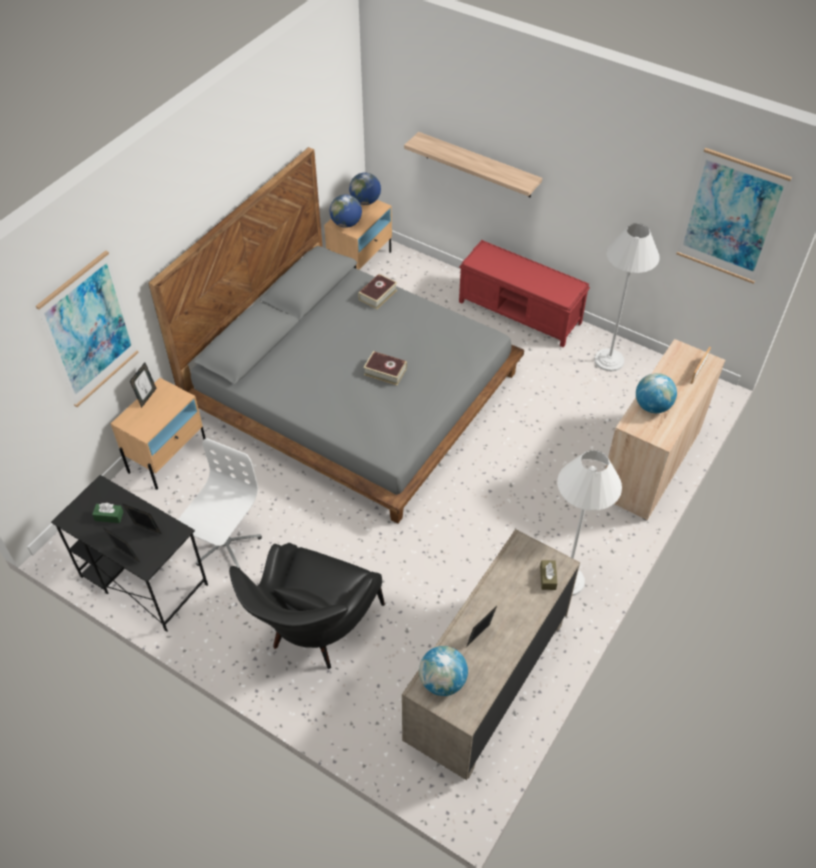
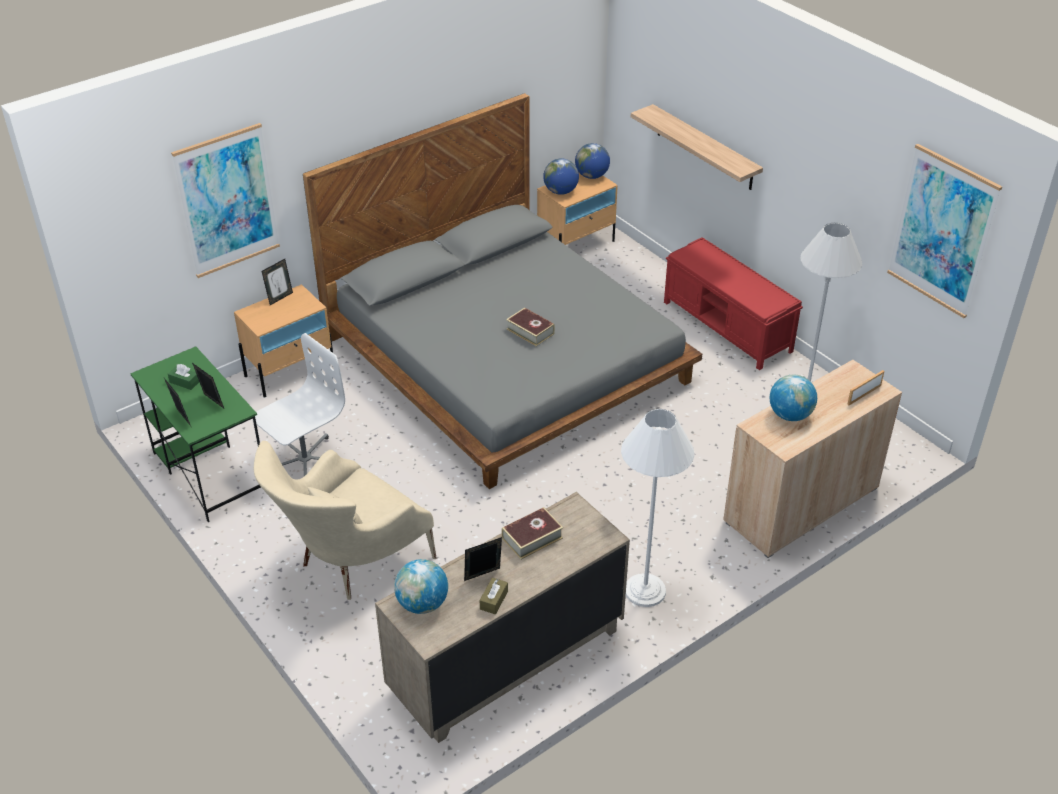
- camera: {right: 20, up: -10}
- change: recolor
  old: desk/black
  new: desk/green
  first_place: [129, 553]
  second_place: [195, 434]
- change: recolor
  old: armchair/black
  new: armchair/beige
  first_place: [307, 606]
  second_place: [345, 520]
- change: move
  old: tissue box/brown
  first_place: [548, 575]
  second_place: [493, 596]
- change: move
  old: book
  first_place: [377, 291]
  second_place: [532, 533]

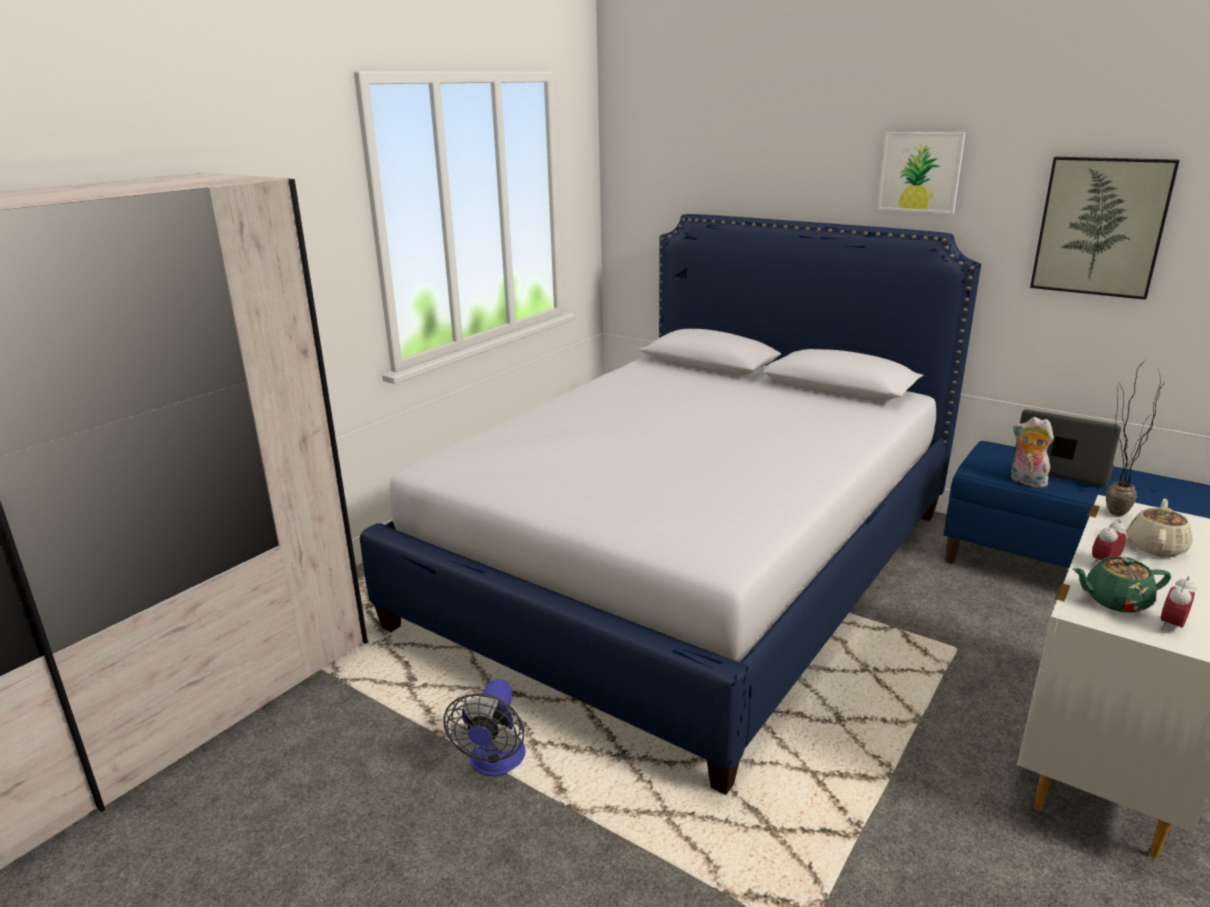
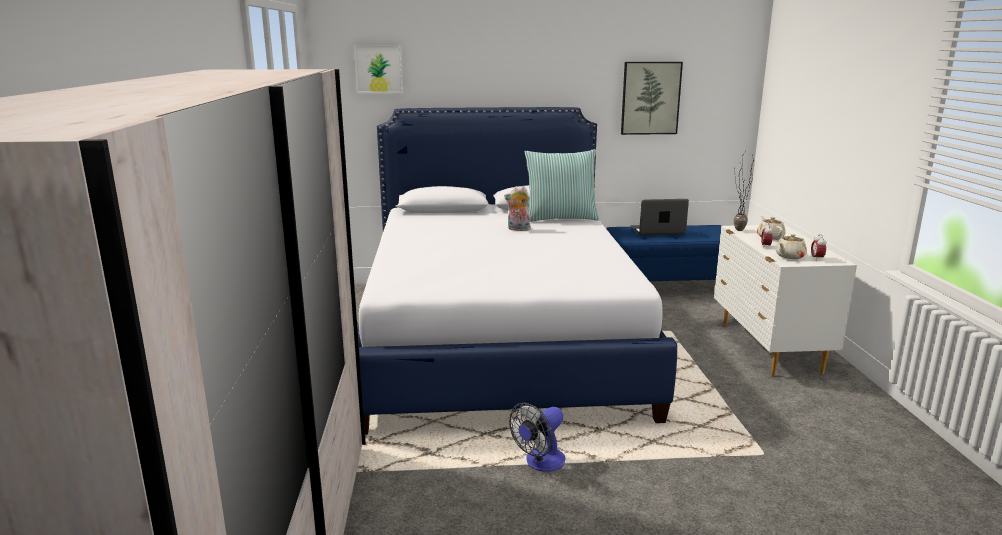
- camera: {right: -40, up: -5}
- change: move
  old: picture
  first_place: [921, 173]
  second_place: [378, 69]
- change: move
  old: plush toy
  first_place: [1032, 452]
  second_place: [517, 208]
- change: rotate
  old: fan
  first_place: [484, 727]
  second_place: [537, 437]
  degrees: 75
- change: insert
  new: pillow
  second_place: [562, 185]
- change: recolor
  old: teapot/green
  new: teapot/beige
  first_place: [1121, 585]
  second_place: [791, 246]

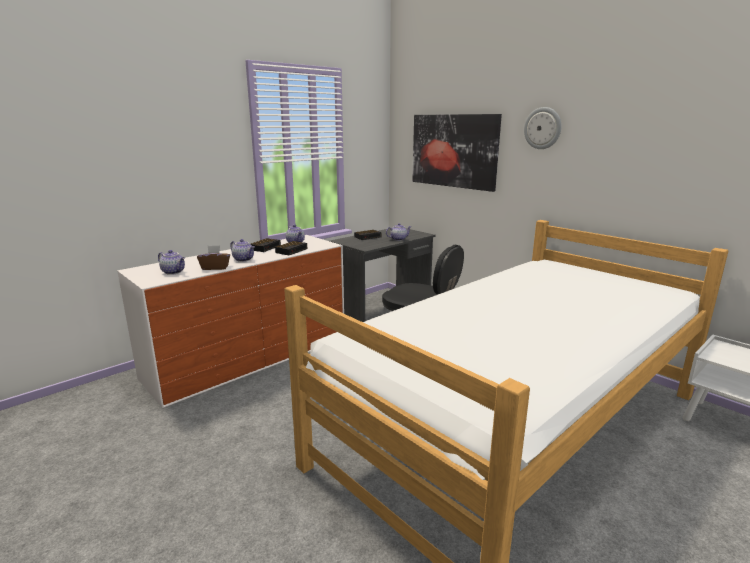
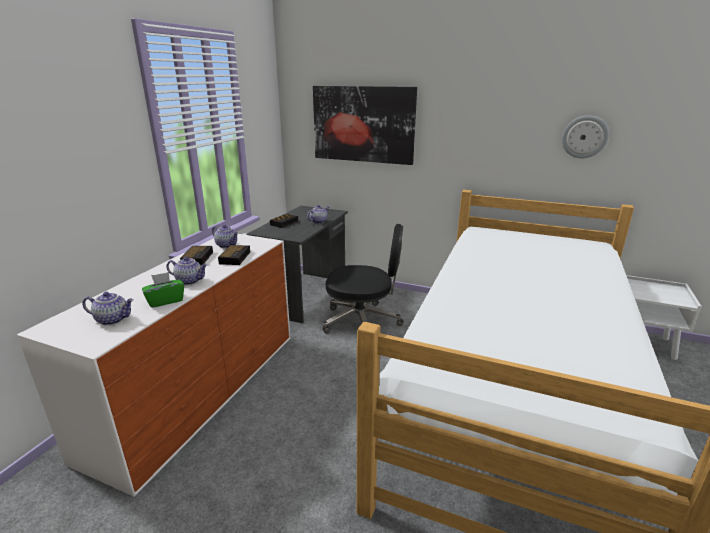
- camera: {right: -25, up: 5}
- change: recolor
  old: tissue box/brown
  new: tissue box/green
  first_place: [213, 257]
  second_place: [163, 290]
- change: move
  old: wall clock
  first_place: [543, 128]
  second_place: [585, 136]

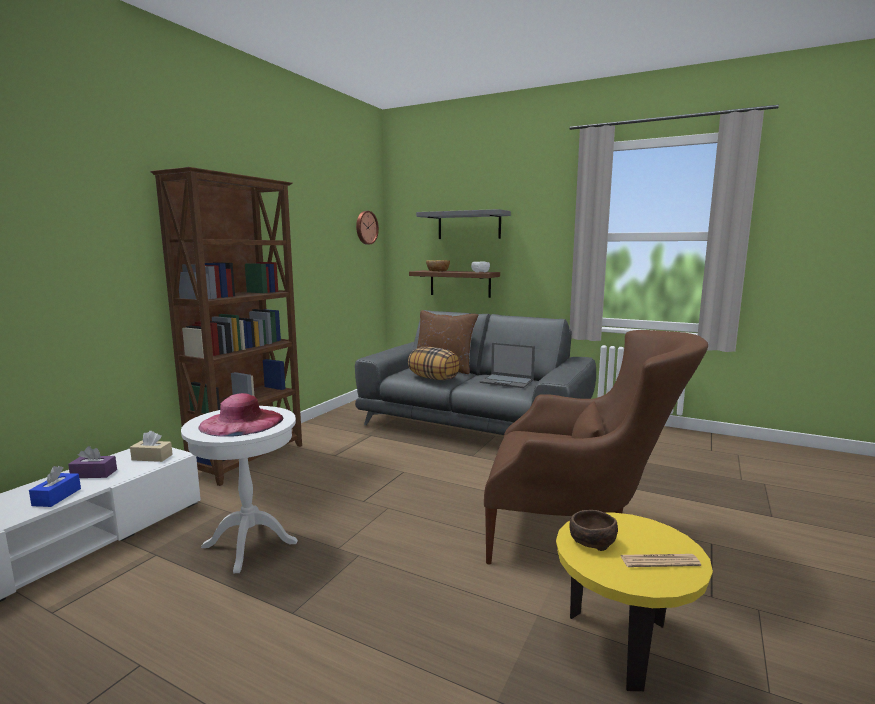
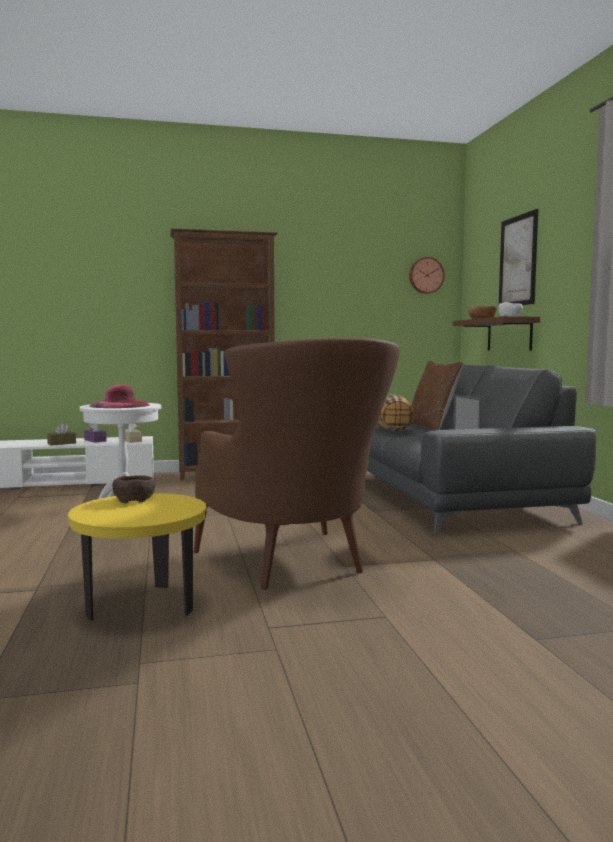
- camera: {right: 50, up: -5}
- change: recolor
  old: tissue box/blue
  new: tissue box/brown
  first_place: [55, 486]
  second_place: [61, 434]
- change: replace
  old: shelf/grey
  new: picture
  first_place: [463, 224]
  second_place: [518, 258]
- change: delete
  old: newspaper
  first_place: [660, 560]

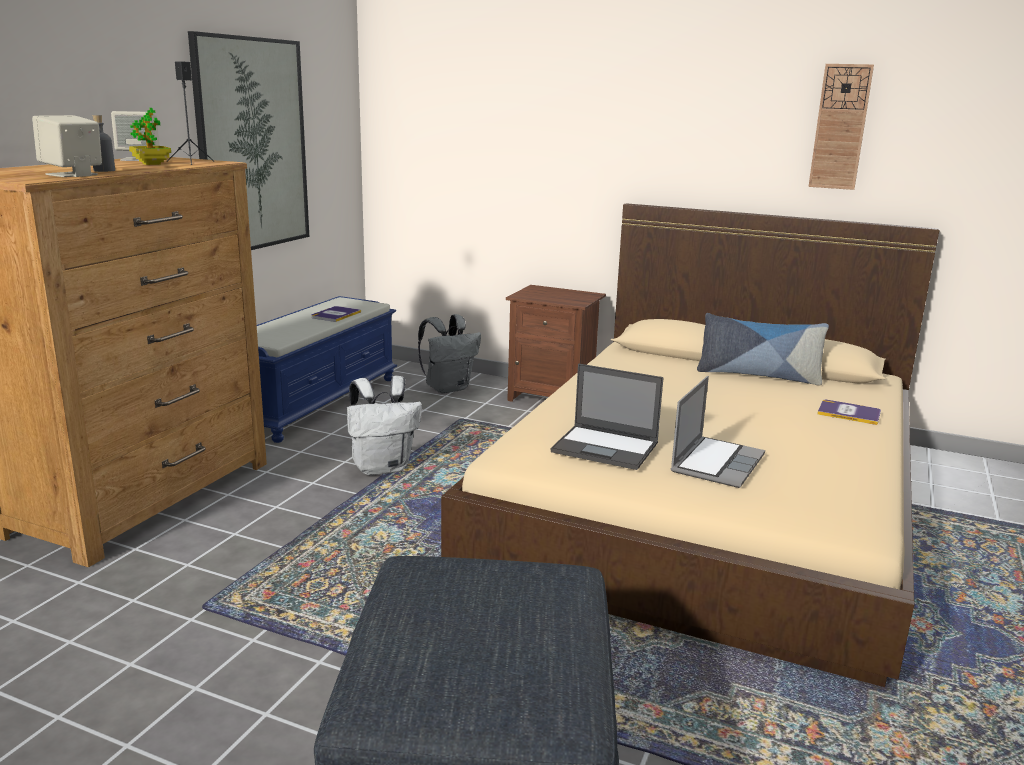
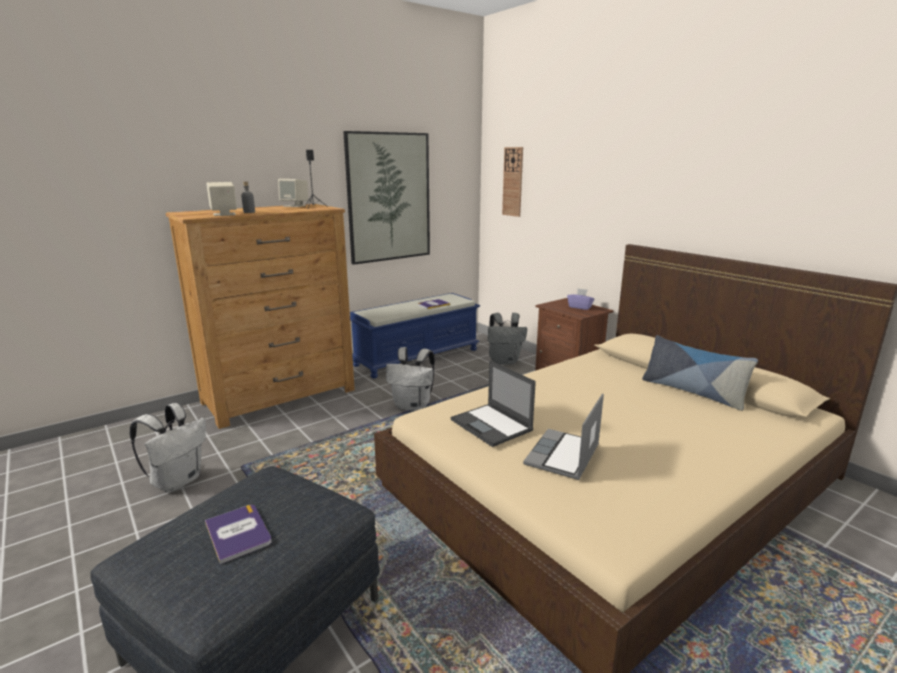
- camera: {right: 30, up: 0}
- change: insert
  new: backpack/white
  second_place: [168, 447]
- change: move
  old: book
  first_place: [849, 412]
  second_place: [238, 534]
- change: move
  old: wall clock
  first_place: [841, 127]
  second_place: [512, 182]
- change: rotate
  old: laptop
  first_place: [718, 432]
  second_place: [563, 437]
  degrees: 150
- change: insert
  new: tissue box/purple
  second_place: [580, 299]
- change: delete
  old: potted plant
  first_place: [150, 136]

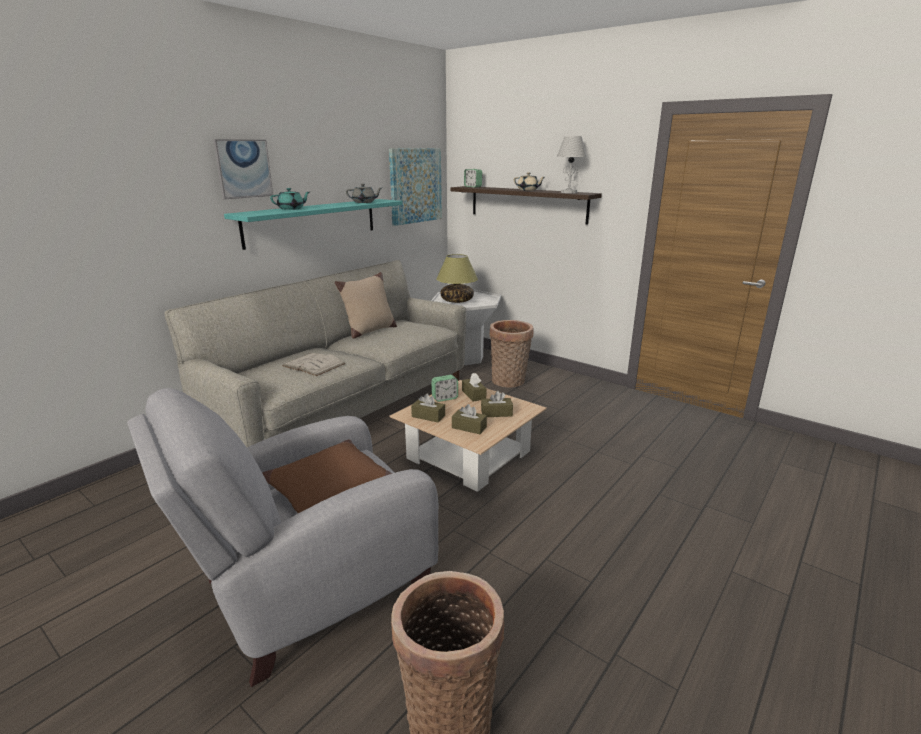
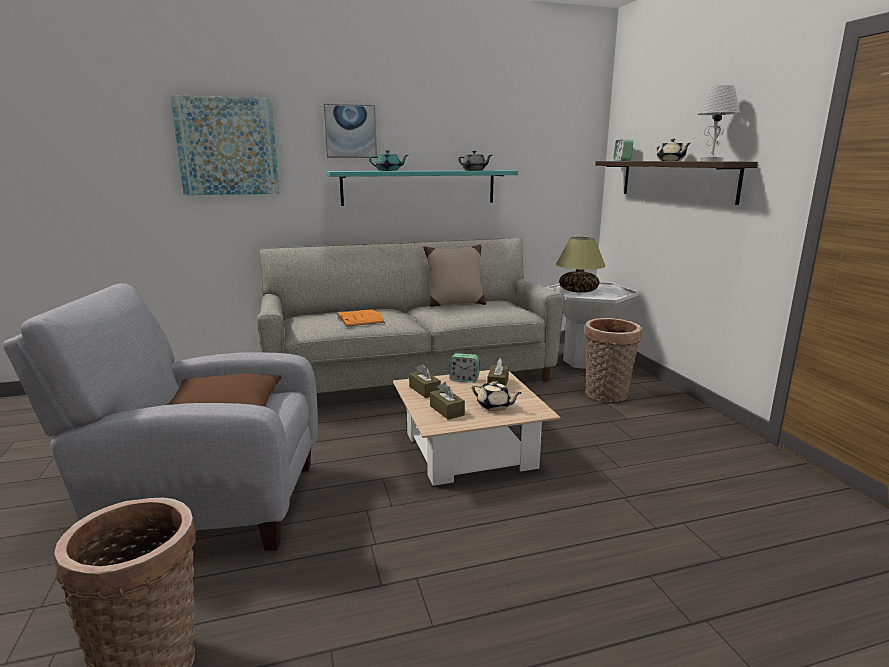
- camera: {right: 35, up: -5}
- change: move
  old: picture
  first_place: [415, 187]
  second_place: [225, 145]
- change: recolor
  old: book/white
  new: book/orange
  first_place: [313, 364]
  second_place: [360, 318]
- change: replace
  old: tissue box/brown
  new: teapot/beige
  first_place: [497, 404]
  second_place: [497, 396]

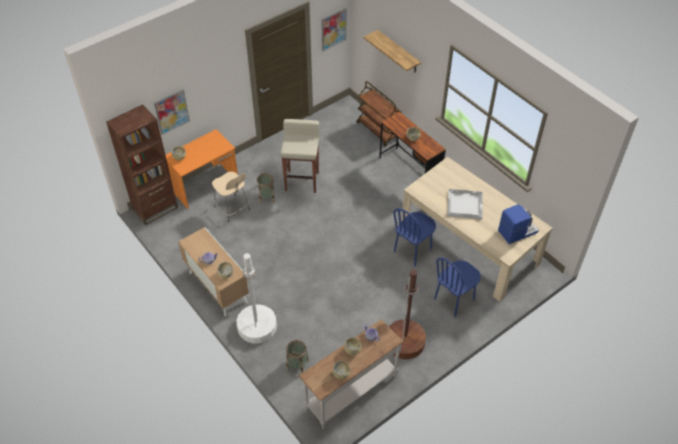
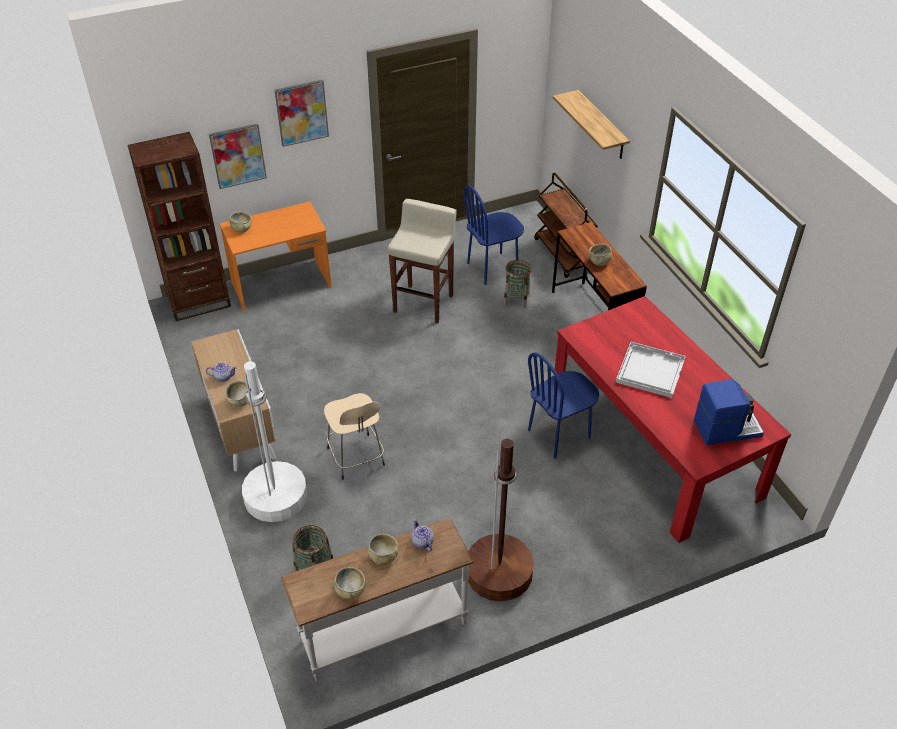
- camera: {right: 15, up: -5}
- change: move
  old: picture
  first_place: [334, 29]
  second_place: [302, 113]
- change: move
  old: stool/beige
  first_place: [231, 196]
  second_place: [354, 436]
- change: move
  old: chair/blue
  first_place: [457, 287]
  second_place: [494, 235]
- change: move
  old: basket
  first_place: [266, 188]
  second_place: [517, 284]
- change: recolor
  old: dining table/beige
  new: dining table/red
  first_place: [477, 229]
  second_place: [673, 419]

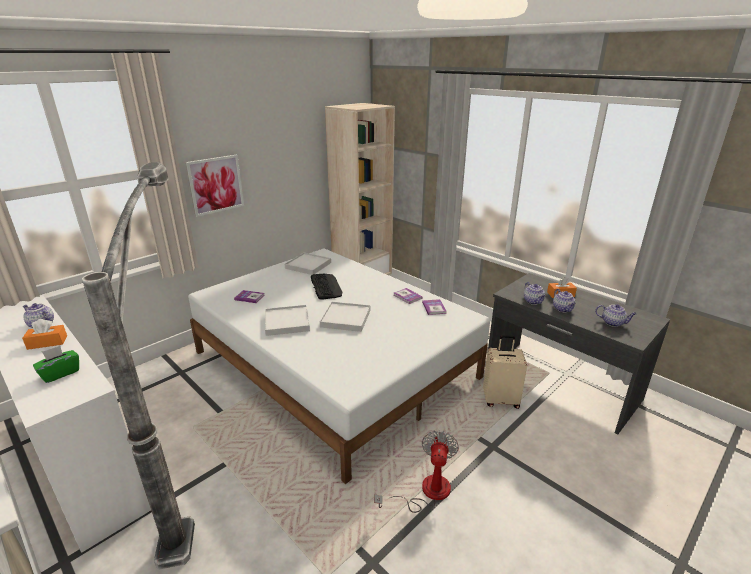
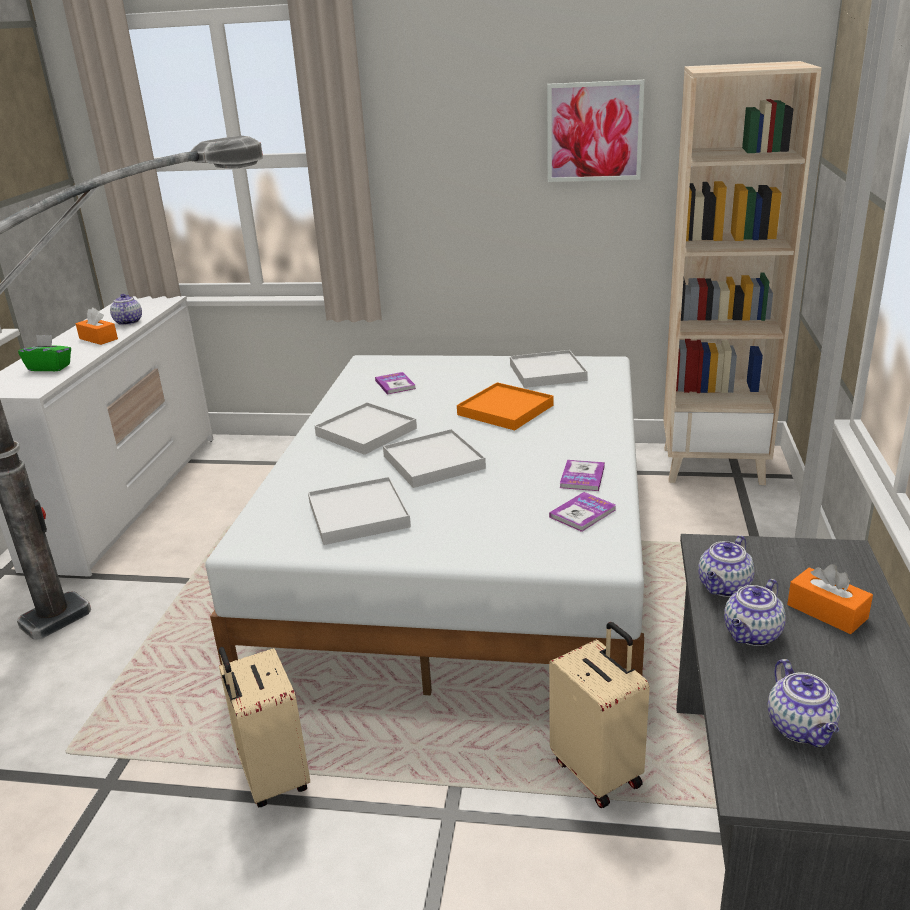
- camera: {right: 55, up: 0}
- change: replace
  old: fan
  new: suitcase/beige
  first_place: [416, 471]
  second_place: [264, 727]
- change: insert
  new: tray/white
  second_place: [359, 511]
- change: replace
  old: keyboard
  new: tray/orange
  first_place: [326, 287]
  second_place: [505, 406]
- change: move
  old: picture
  first_place: [215, 186]
  second_place: [596, 131]

